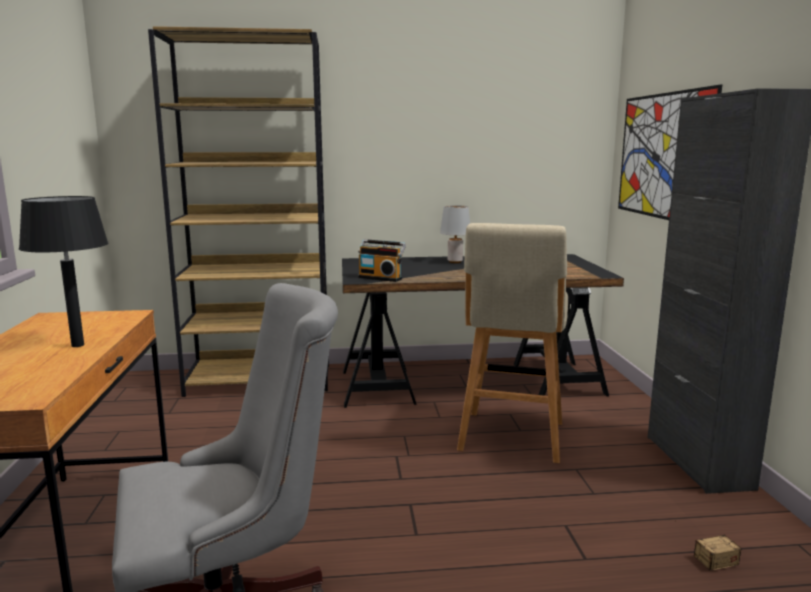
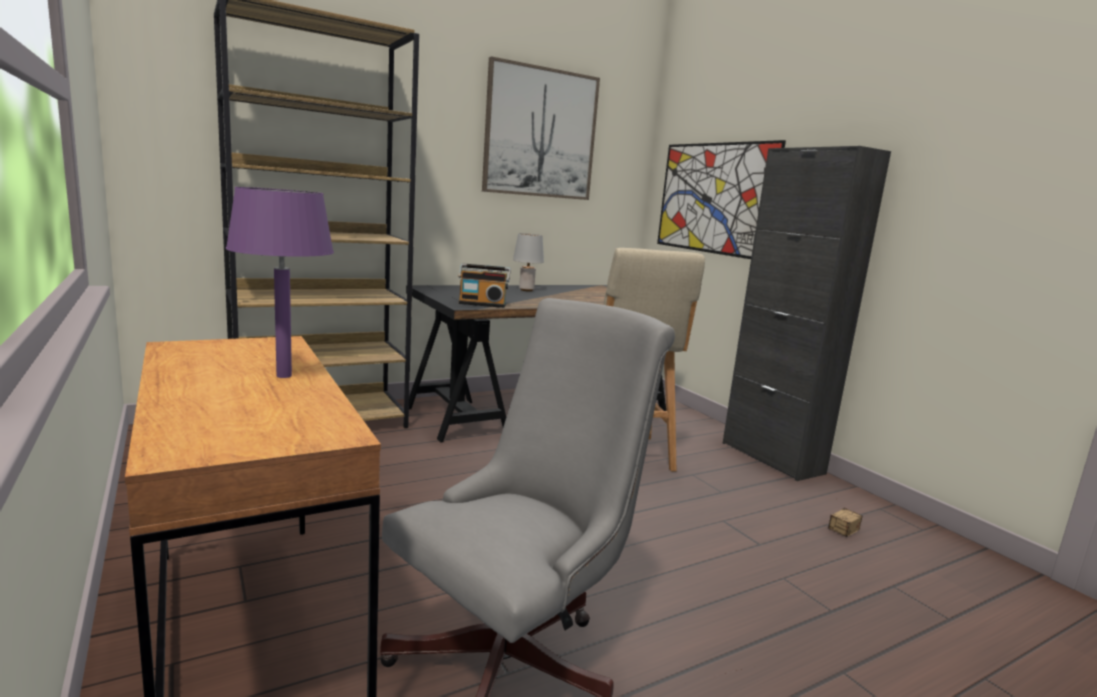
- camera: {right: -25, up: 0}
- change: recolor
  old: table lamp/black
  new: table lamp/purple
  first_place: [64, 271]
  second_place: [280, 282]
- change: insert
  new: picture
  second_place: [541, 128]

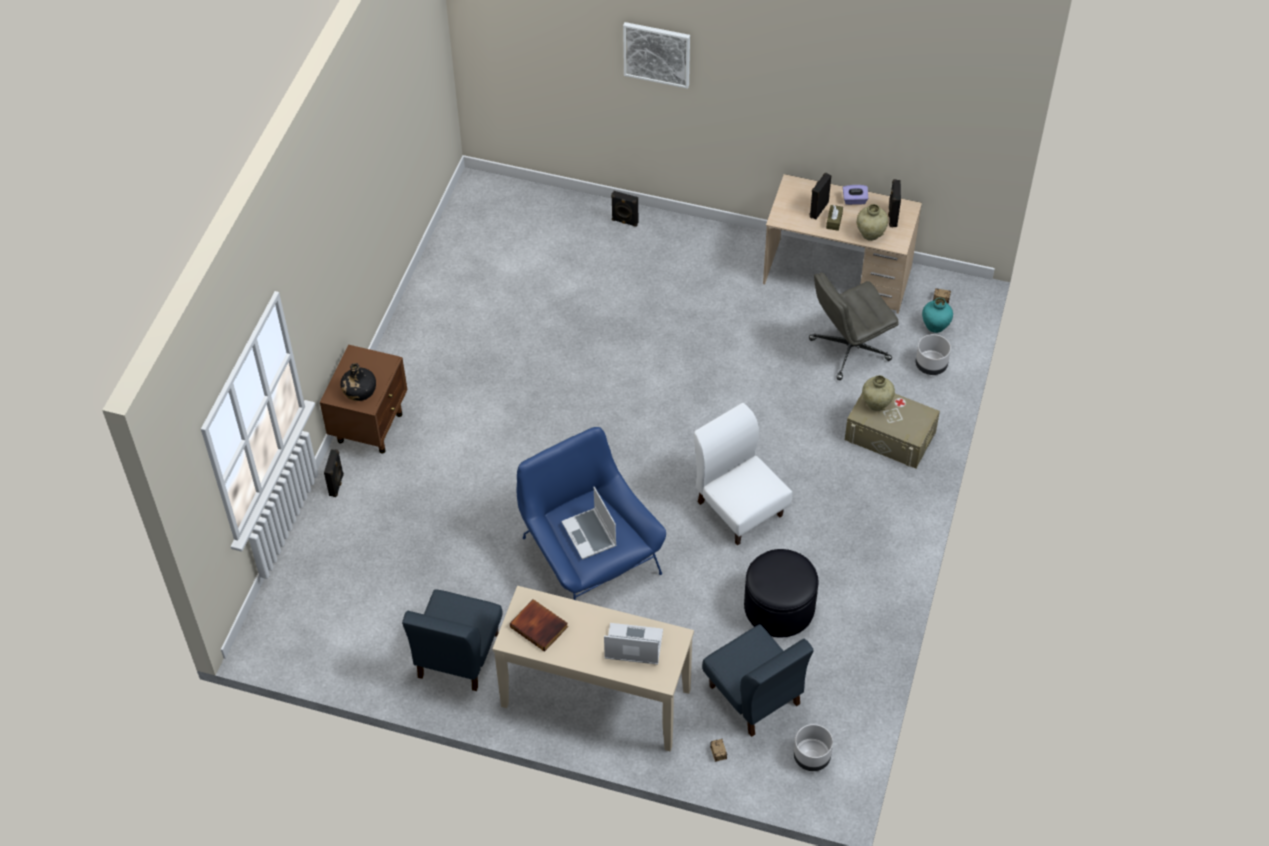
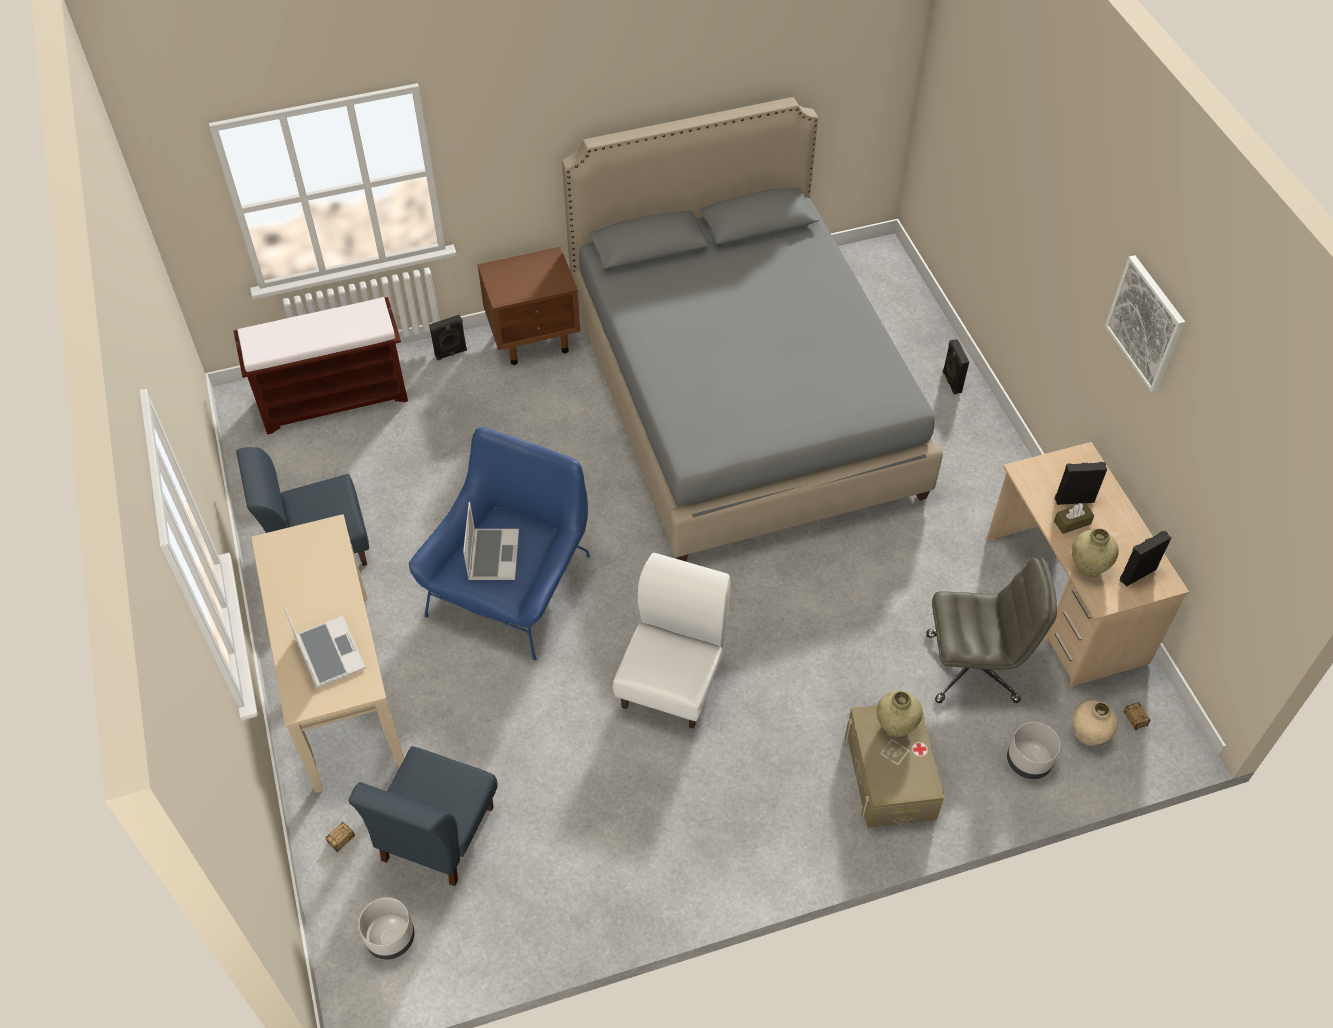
- camera: {right: 55, up: 0}
- change: insert
  new: bench/brown
  second_place: [321, 365]
- change: rotate
  old: laptop
  first_place: [589, 523]
  second_place: [491, 540]
  degrees: 150
- change: insert
  new: bed/grey
  second_place: [752, 329]
- change: rotate
  old: office chair/grey
  first_place: [854, 326]
  second_place: [991, 630]
  degrees: 150
- change: recolor
  old: vase/turquoise
  new: vase/beige
  first_place: [937, 315]
  second_place: [1095, 723]
- change: move
  old: picture
  first_place: [656, 55]
  second_place: [1145, 323]
- change: delete
  old: bottle/black
  first_place: [358, 382]
- change: delete
  old: book
  first_place: [539, 625]
- change: delete
  old: ottoman/black
  first_place: [781, 593]
- change: delete
  old: tissue box/purple
  first_place: [855, 195]

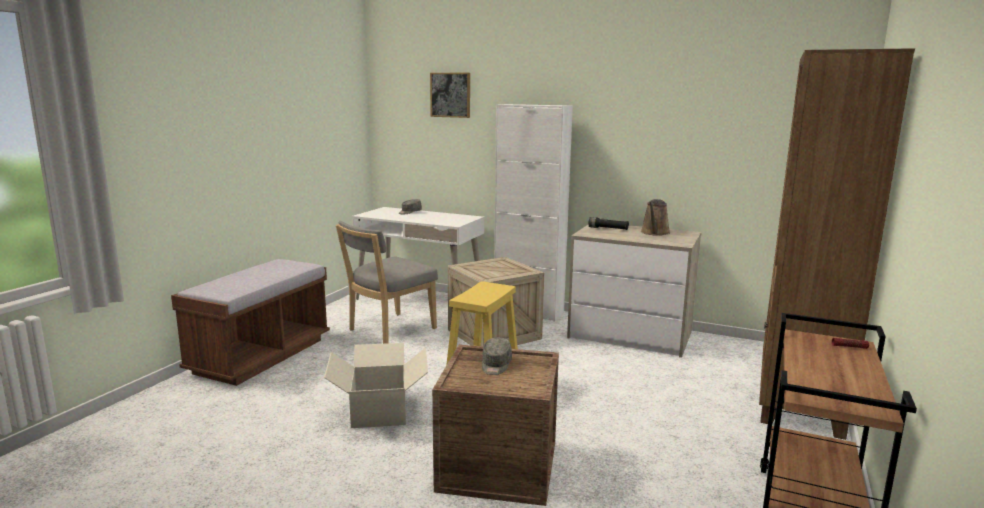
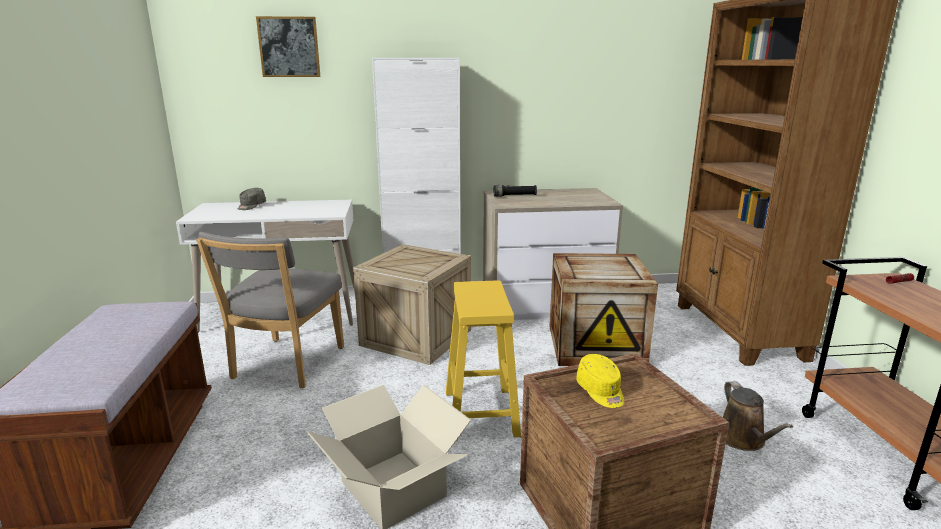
- camera: {right: -30, up: 5}
- change: insert
  new: crate
  second_place: [603, 309]
- change: recolor
  old: cap/grey
  new: cap/yellow
  first_place: [497, 356]
  second_place: [600, 381]
- change: move
  old: watering can/brown
  first_place: [655, 217]
  second_place: [758, 416]

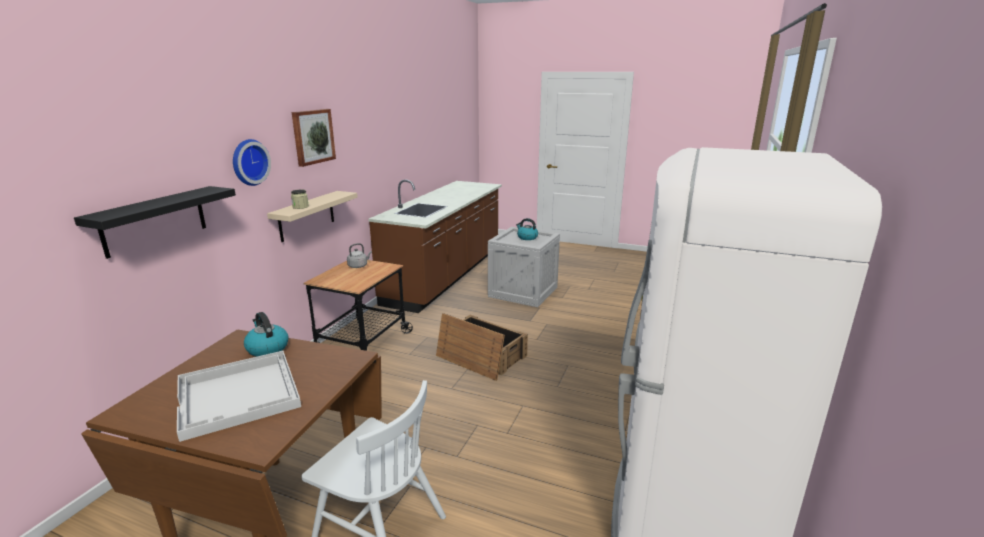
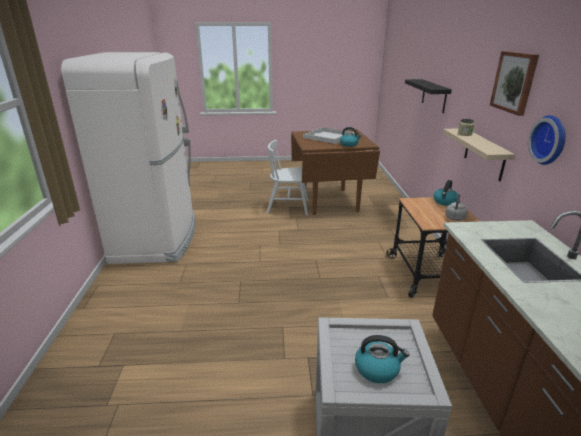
- camera: {right: 155, up: 5}
- change: insert
  new: kettle
  second_place: [446, 193]
- change: move
  old: wall clock
  first_place: [252, 162]
  second_place: [547, 140]
- change: delete
  old: crate
  first_place: [482, 347]

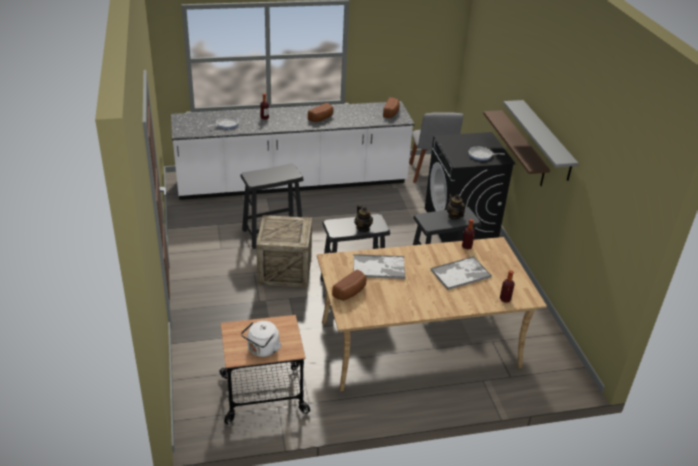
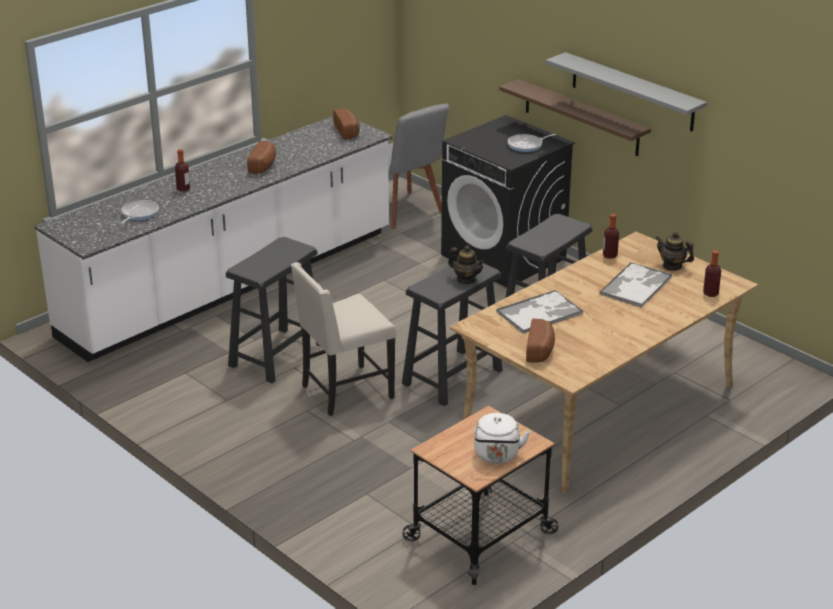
- camera: {right: -30, up: -5}
- change: replace
  old: crate
  new: chair/beige
  first_place: [284, 251]
  second_place: [343, 339]
- change: move
  old: teapot
  first_place: [456, 207]
  second_place: [675, 251]

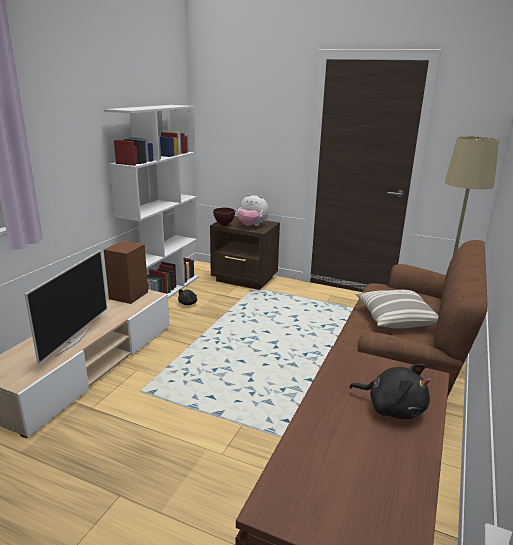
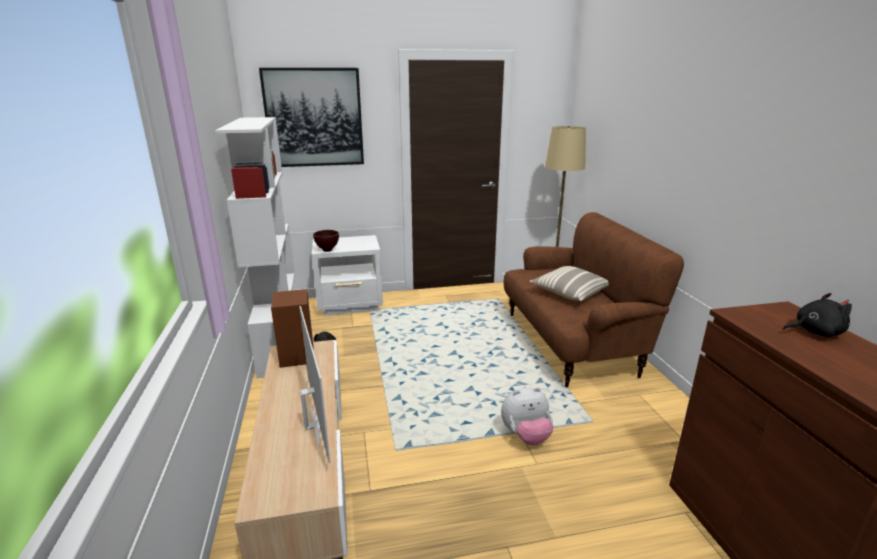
- camera: {right: -35, up: 0}
- change: insert
  new: picture
  second_place: [311, 117]
- change: recolor
  old: nightstand/brown
  new: nightstand/white
  first_place: [245, 253]
  second_place: [347, 275]
- change: move
  old: plush toy
  first_place: [253, 210]
  second_place: [527, 416]

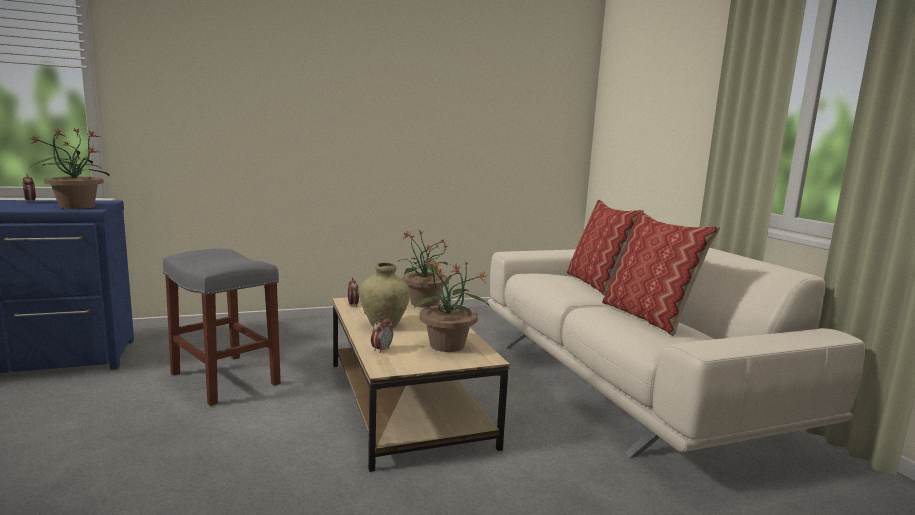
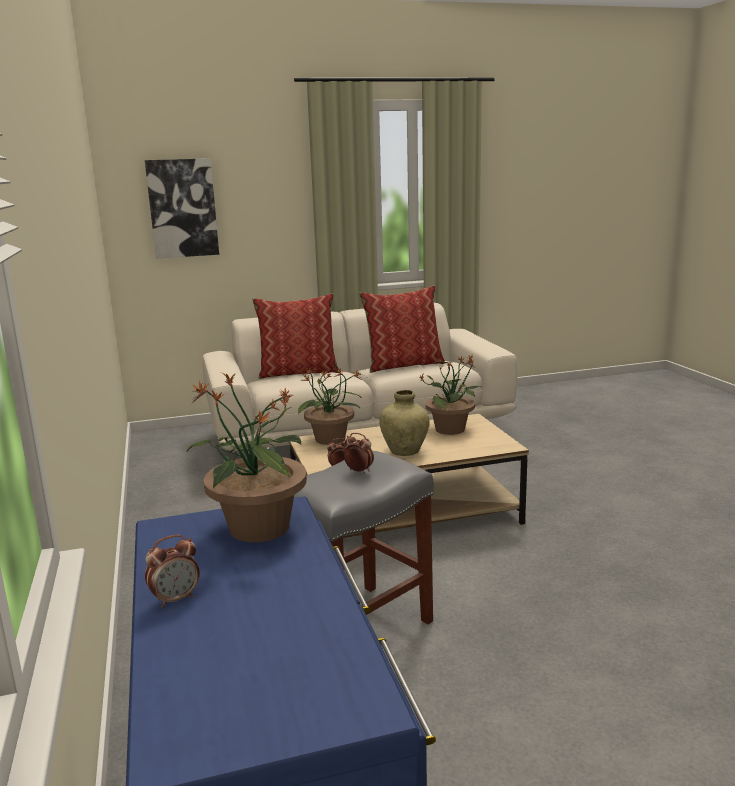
- camera: {right: -85, up: 5}
- change: insert
  new: picture
  second_place: [182, 208]
- change: move
  old: alarm clock
  first_place: [382, 334]
  second_place: [359, 453]

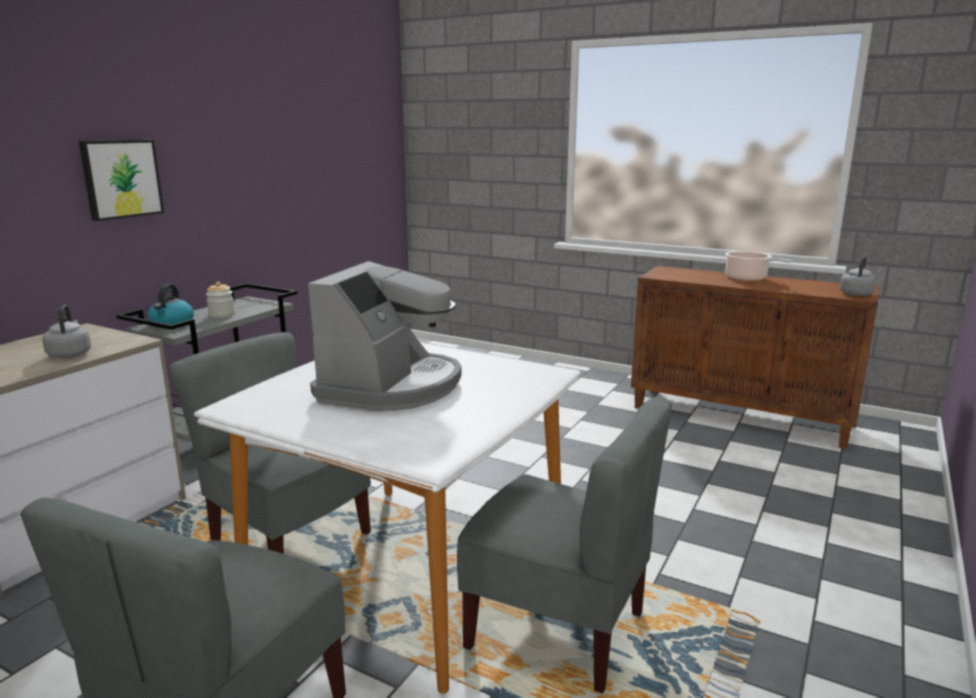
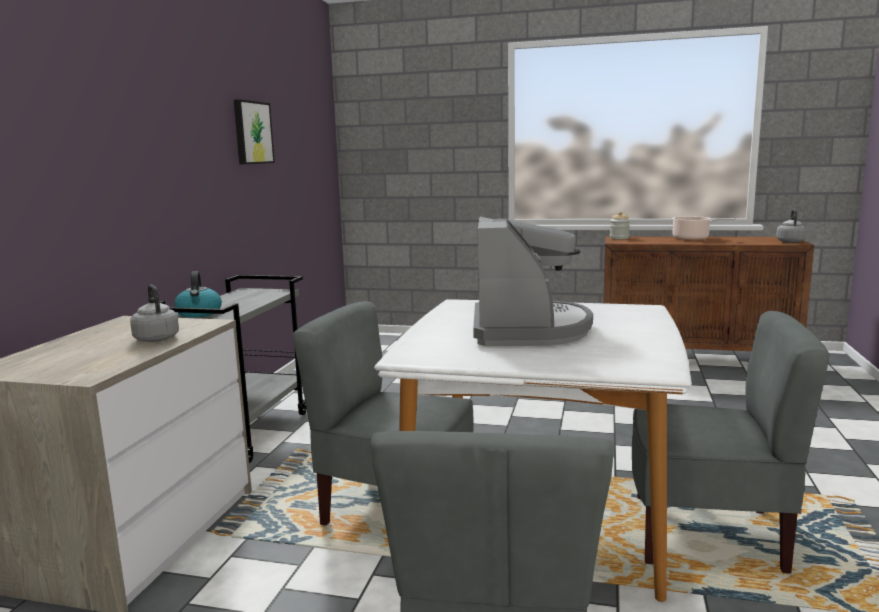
- camera: {right: -15, up: -5}
- change: move
  old: picture
  first_place: [121, 180]
  second_place: [254, 131]
- change: move
  old: jar
  first_place: [220, 300]
  second_place: [620, 225]

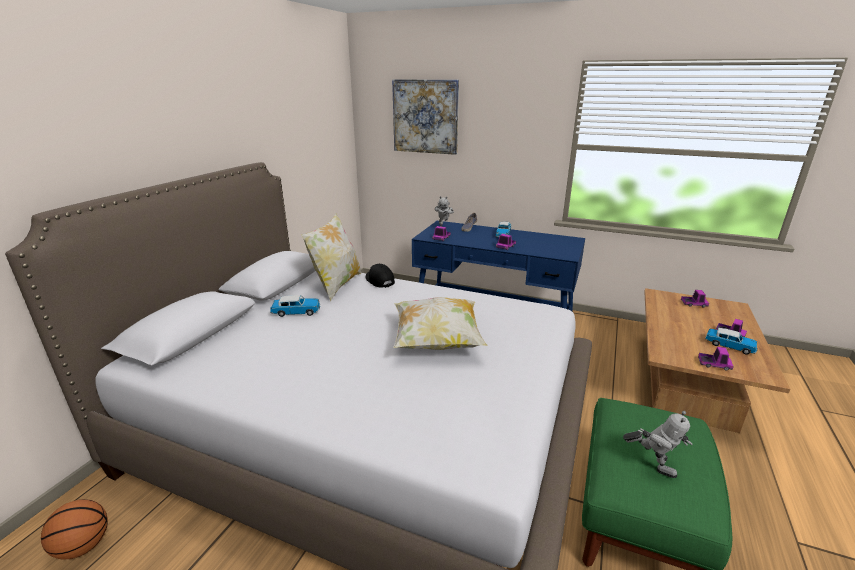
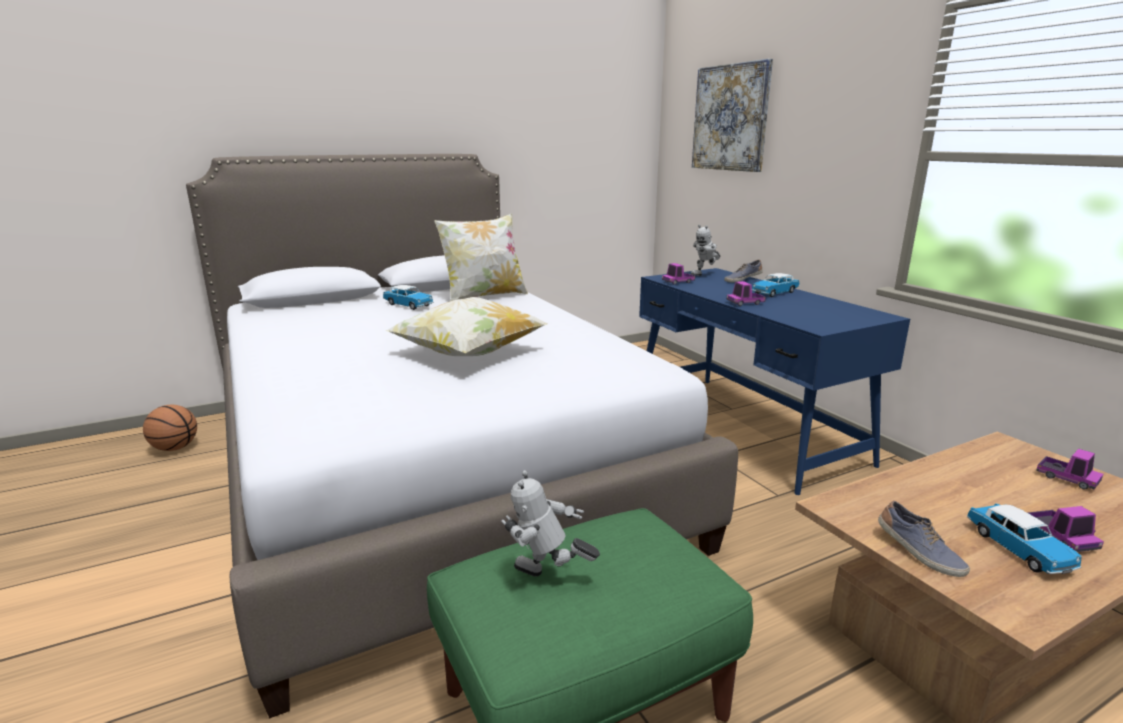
- camera: {right: 40, up: -5}
- change: rotate
  old: toy robot
  first_place: [658, 444]
  second_place: [550, 523]
  degrees: 120
- change: replace
  old: toy truck
  new: shoe
  first_place: [716, 359]
  second_place: [924, 539]
- change: delete
  old: cap/black
  first_place: [380, 276]

